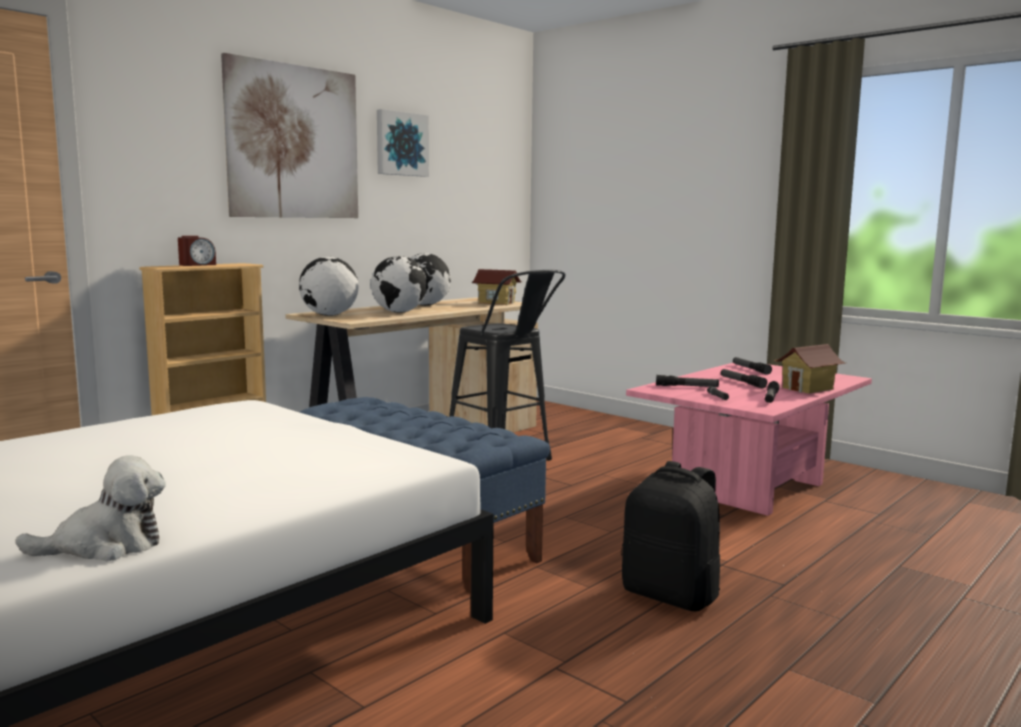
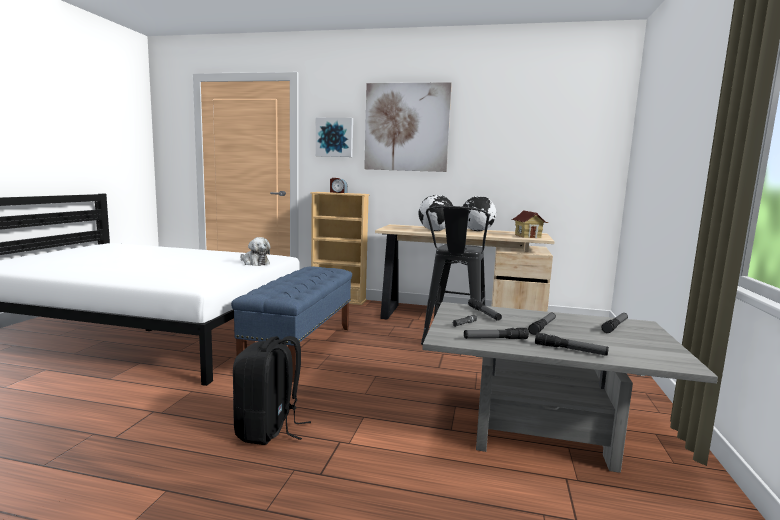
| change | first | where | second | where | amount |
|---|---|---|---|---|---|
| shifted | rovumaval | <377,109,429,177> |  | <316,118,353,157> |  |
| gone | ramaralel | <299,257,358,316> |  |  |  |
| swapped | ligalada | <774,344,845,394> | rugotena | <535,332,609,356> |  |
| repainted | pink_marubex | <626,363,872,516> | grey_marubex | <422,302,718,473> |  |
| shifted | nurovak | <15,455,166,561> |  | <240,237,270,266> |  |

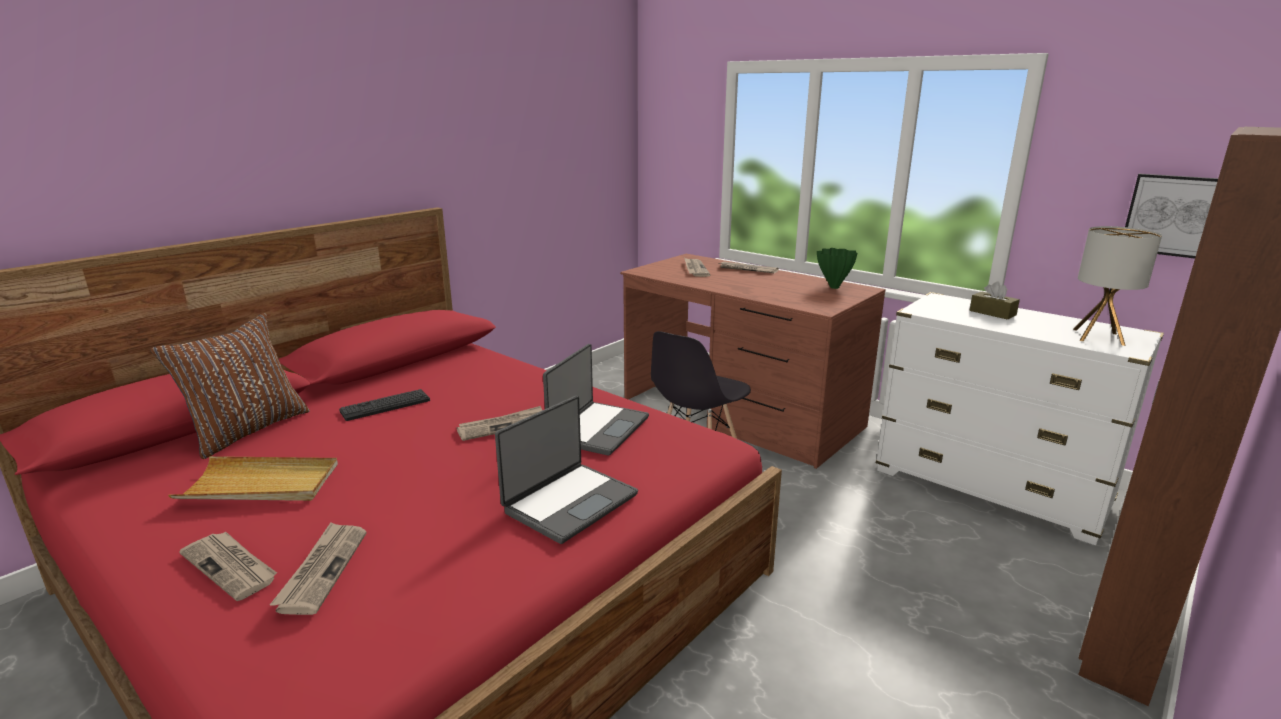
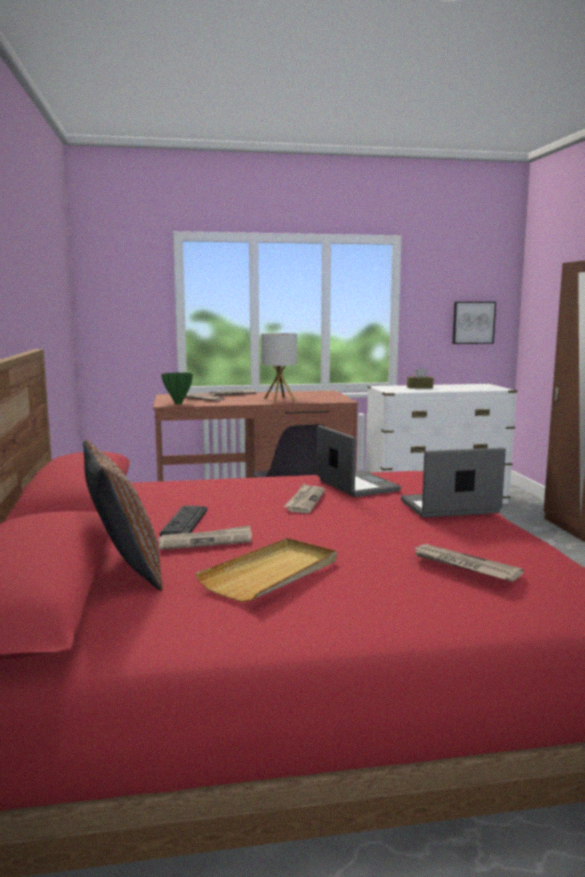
| change | first | where | second | where | amount |
|---|---|---|---|---|---|
| shifted | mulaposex | <1073,226,1162,346> |  | <261,333,297,402> |  |
| shifted | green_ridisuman | <817,248,857,289> |  | <161,372,193,404> |  |
| rotated | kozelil | <495,396,638,544> |  | <401,448,506,518> | 90 degrees counterclockwise |
| shifted | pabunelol | <179,532,277,601> |  | <158,525,252,550> |  |

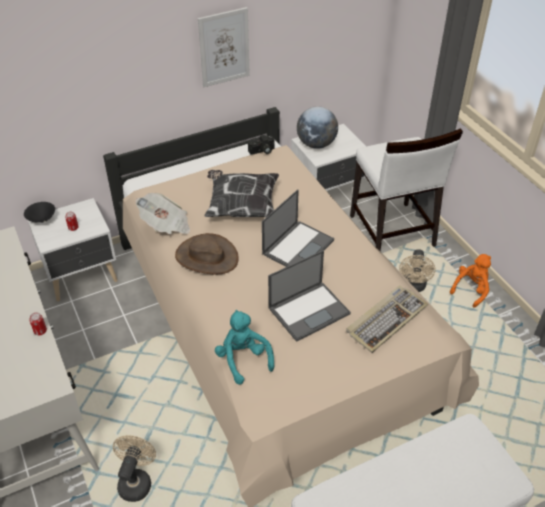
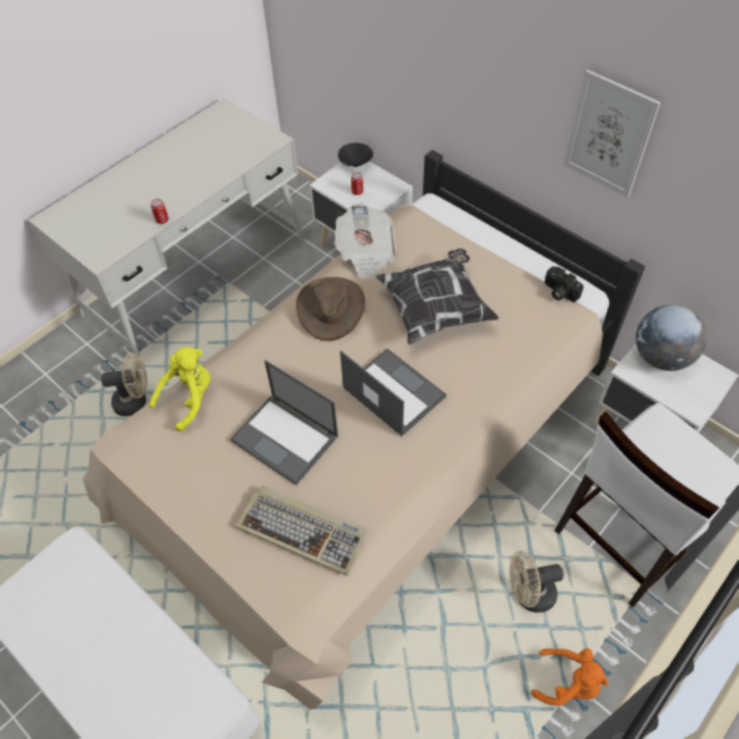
| change | first | where | second | where | amount |
|---|---|---|---|---|---|
| rotated | kozelil | <262,189,334,267> |  | <340,348,447,436> | 150 degrees counterclockwise |
| repainted | turquoise_nurovak | <215,310,274,385> | yellow_nurovak | <149,347,211,432> |  |

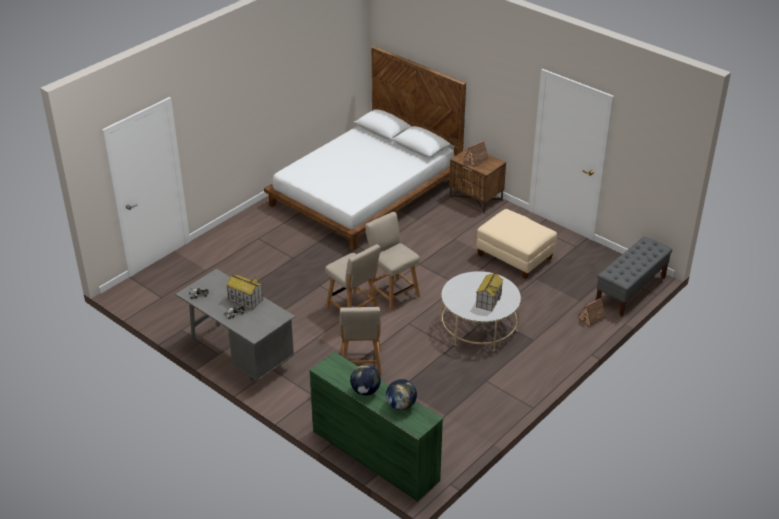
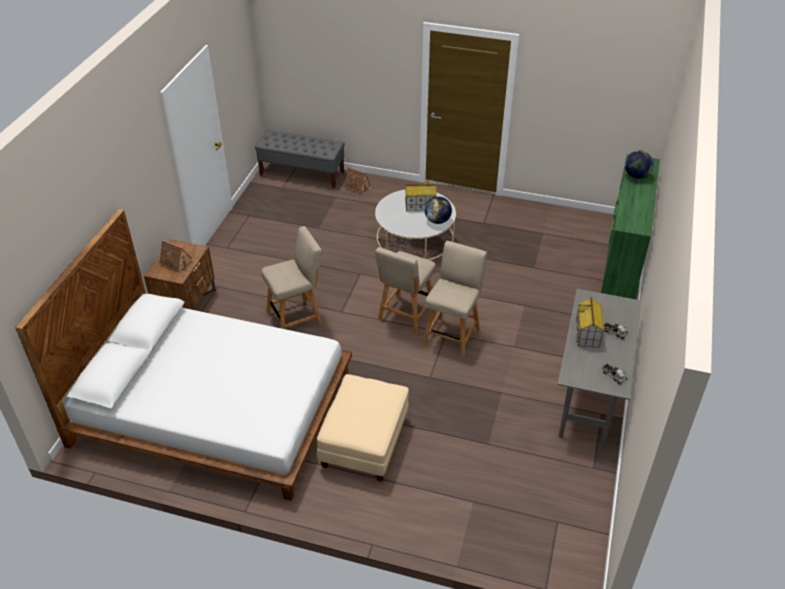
| change | first | where | second | where | amount |
|---|---|---|---|---|---|
| shifted | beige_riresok | <476,209,557,279> |  | <317,374,409,482> |  |
| shifted | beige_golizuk | <339,307,382,376> |  | <261,226,322,329> |  |
| shifted | ramaralel | <350,365,381,396> |  | <425,196,452,224> |  |

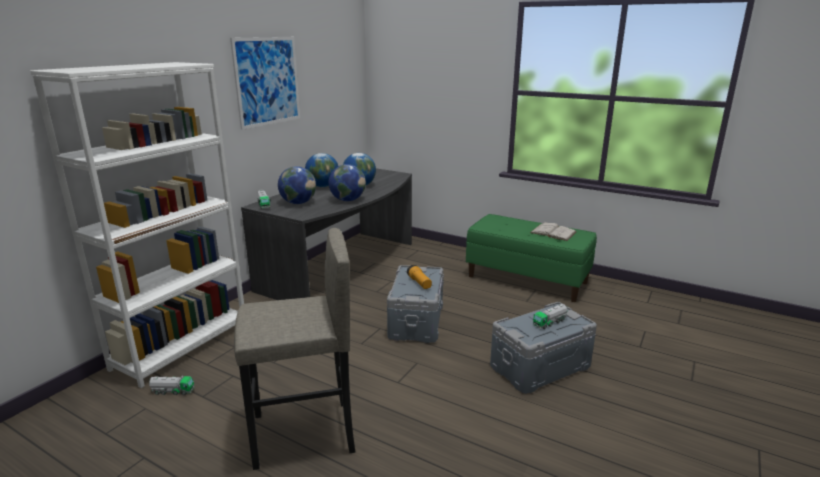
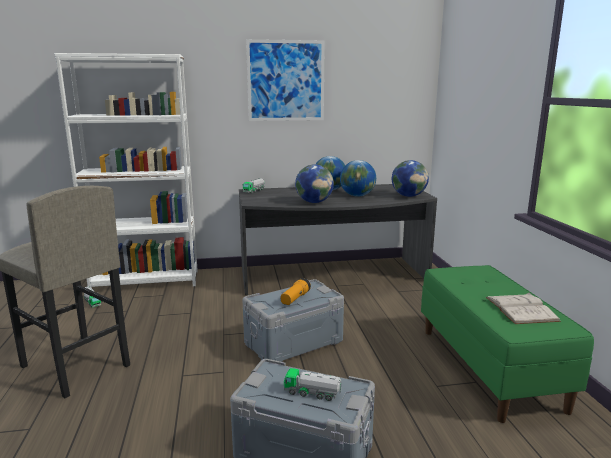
| change | first | where | second | where | amount |
|---|---|---|---|---|---|
| shifted | ramaralel | <278,166,316,204> |  | <392,160,429,197> |  |

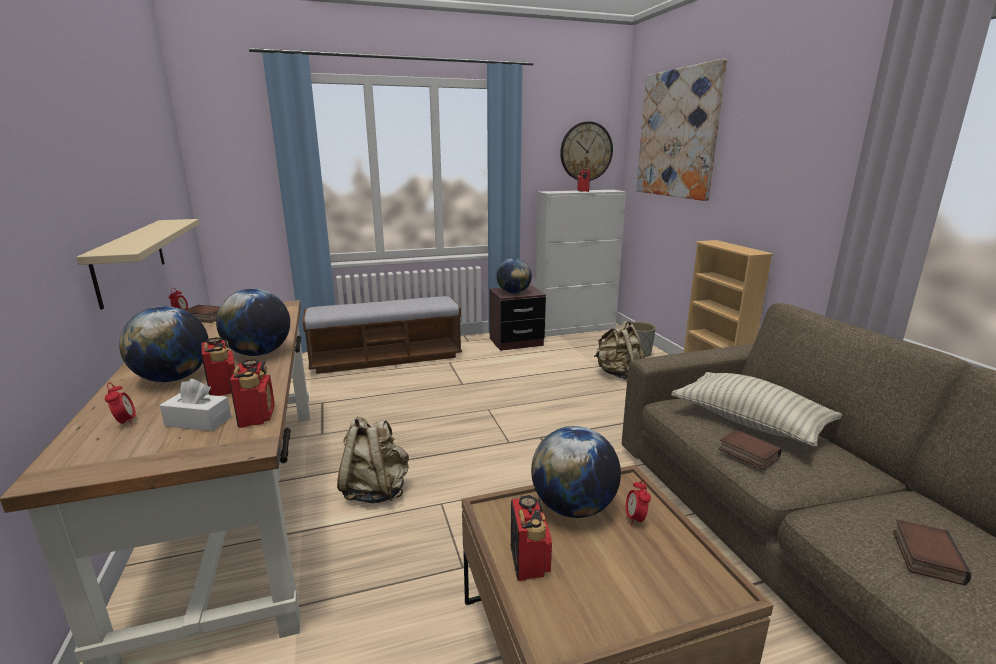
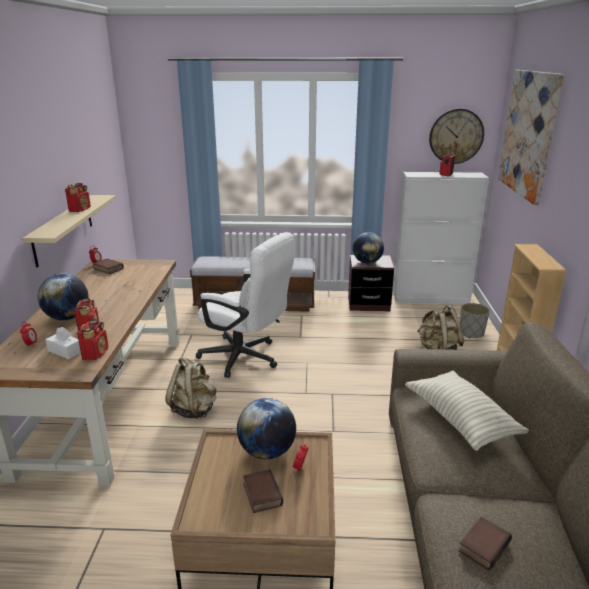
| change | first | where | second | where | amount |
|---|---|---|---|---|---|
| gone | ramaralel | <216,288,290,356> |  |  |  |
| shifted | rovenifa | <719,429,782,470> |  | <243,469,283,513> |  |
| shifted | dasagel | <510,495,552,581> |  | <65,183,91,212> |  |
| new |  |  | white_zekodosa | <196,232,295,378> |  |

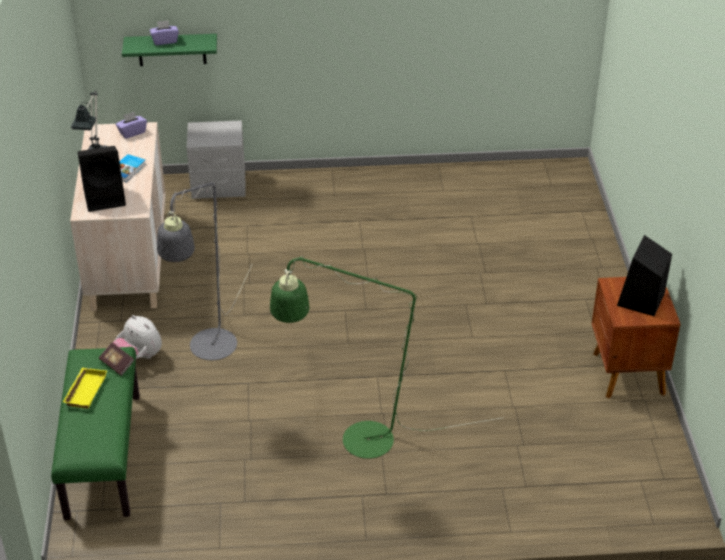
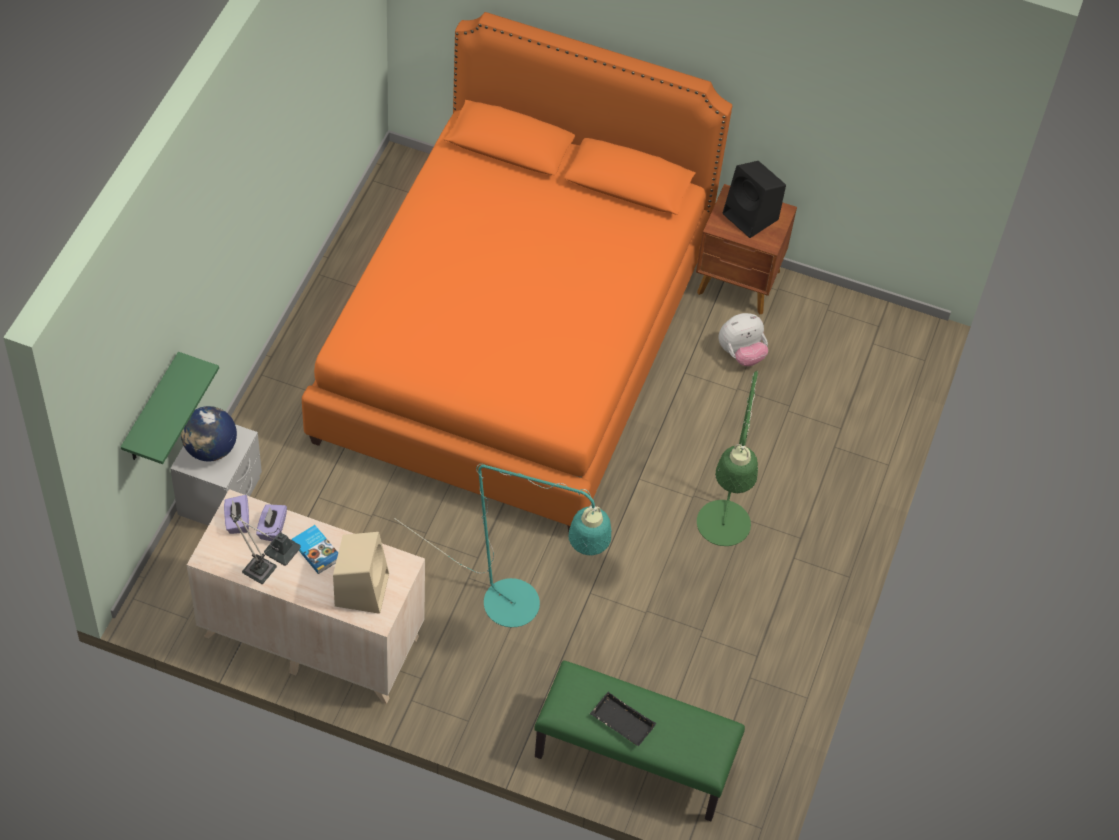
| change | first | where | second | where | amount |
|---|---|---|---|---|---|
| shifted | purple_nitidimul | <150,20,179,45> |  | <256,504,287,541> |  |
| repainted | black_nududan | <78,146,126,212> | beige_nududan | <333,532,389,614> |  |
| repainted | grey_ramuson | <157,182,252,360> | turquoise_ramuson | <394,464,611,627> |  |
| shifted | nurovak | <113,315,162,360> |  | <718,313,768,366> |  |
| gone | rovenifa | <99,342,134,376> |  |  |  |
| repainted | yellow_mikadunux | <63,368,107,409> | black_mikadunux | <590,692,656,746> |  |
| new |  |  | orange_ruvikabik | <302,12,732,532> |  |
| new |  |  | ramaralel | <181,406,237,462> |  |

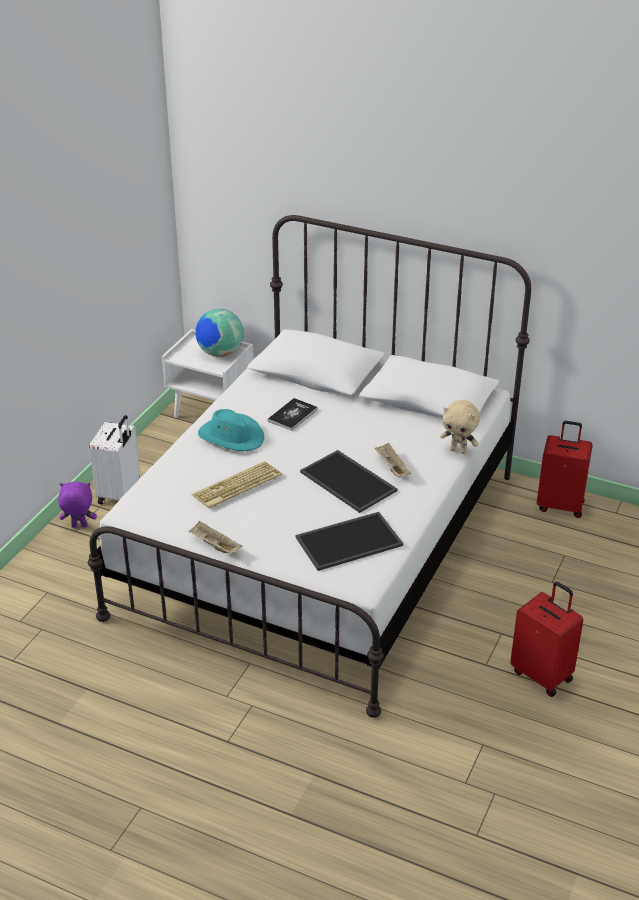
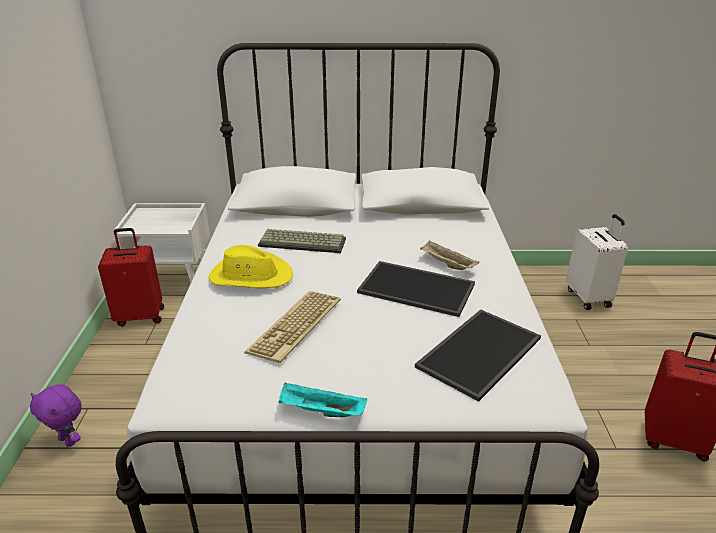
| change | first | where | second | where | amount |
|---|---|---|---|---|---|
| gone | ramaralel | <195,309,244,357> |  |  |  |
| swapped | rovenifa | <268,398,318,431> | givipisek | <258,229,346,253> |  |
| gone | beige_nurovak | <440,400,480,454> |  |  |  |
| repainted | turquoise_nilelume | <198,409,265,451> | yellow_nilelume | <208,245,293,288> |  |
| shifted | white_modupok | <89,415,140,504> |  | <566,214,628,310> |  |
| shifted | red_modupok | <537,421,593,518> |  | <98,228,164,326> |  |
| rotated | purple_nurovak | <58,482,97,528> |  | <30,384,82,447> | 120 degrees counterclockwise |
| repainted | beige_mikadunux | <189,521,242,554> | turquoise_mikadunux | <279,382,367,417> |  |

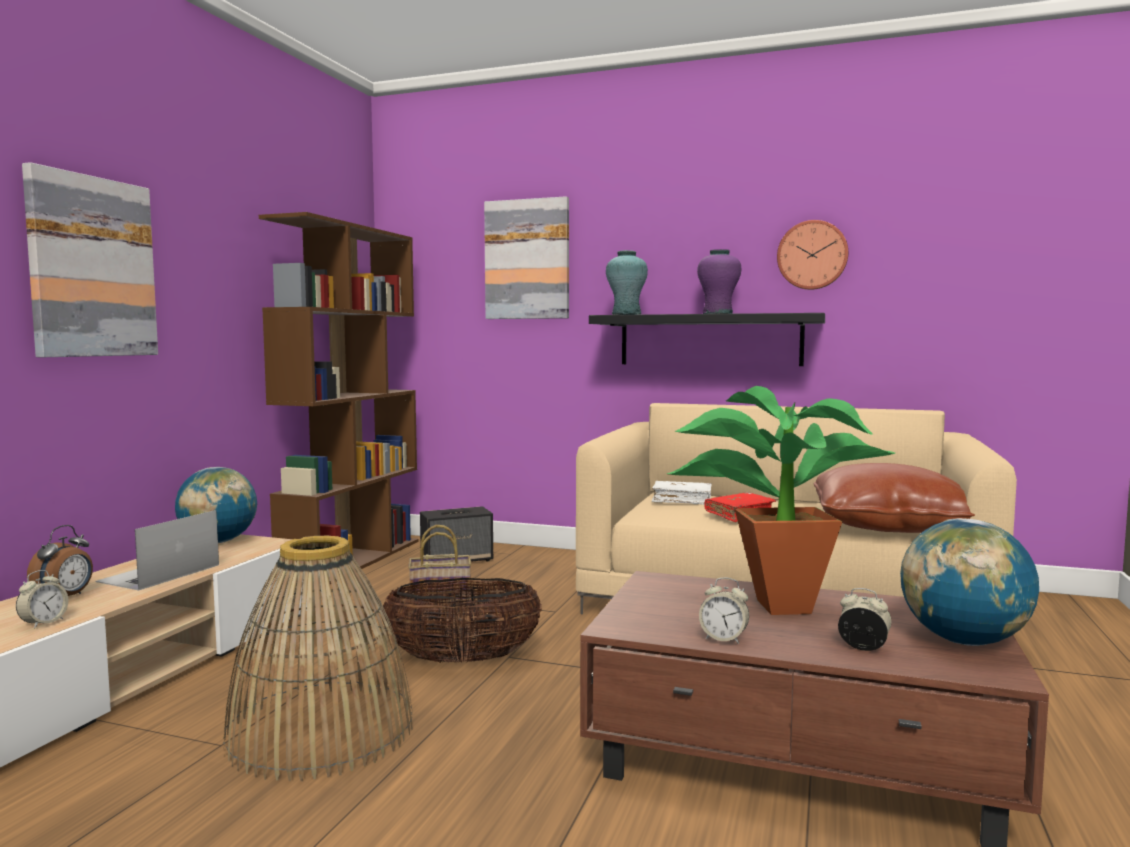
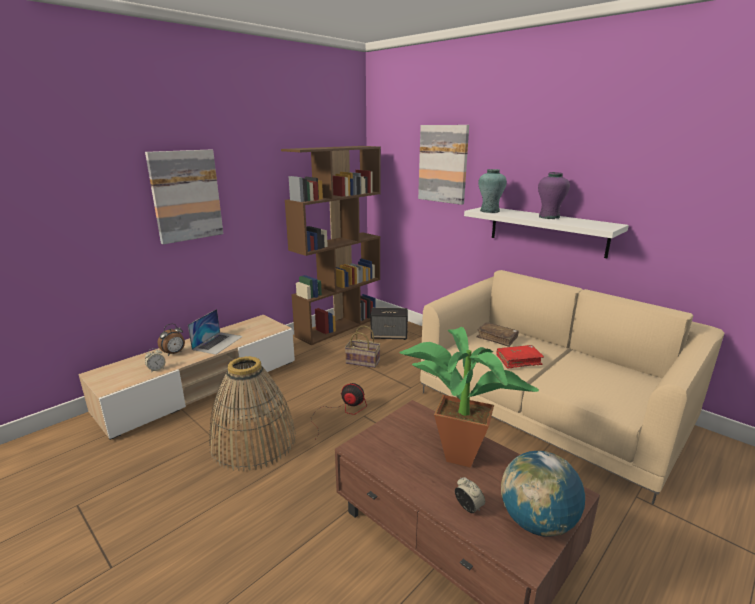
| change | first | where | second | where | amount |
|---|---|---|---|---|---|
| gone | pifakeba | <777,220,848,290> |  |  |  |
| repainted | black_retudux | <589,313,825,366> | white_retudux | <464,207,629,258> |  |
| gone | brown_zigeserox | <814,463,975,533> |  |  |  |
| gone | ramaralel | <175,467,257,543> |  |  |  |
| repainted | white_rovenifa | <652,481,712,505> | brown_rovenifa | <476,322,518,347> |  |
| rotated | kozelil | <95,510,219,591> |  | <188,309,243,355> | 150 degrees clockwise |
| gone | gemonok | <699,577,749,644> |  |  |  |
| swapped | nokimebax | <382,578,542,662> | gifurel | <311,383,367,438> |  |

